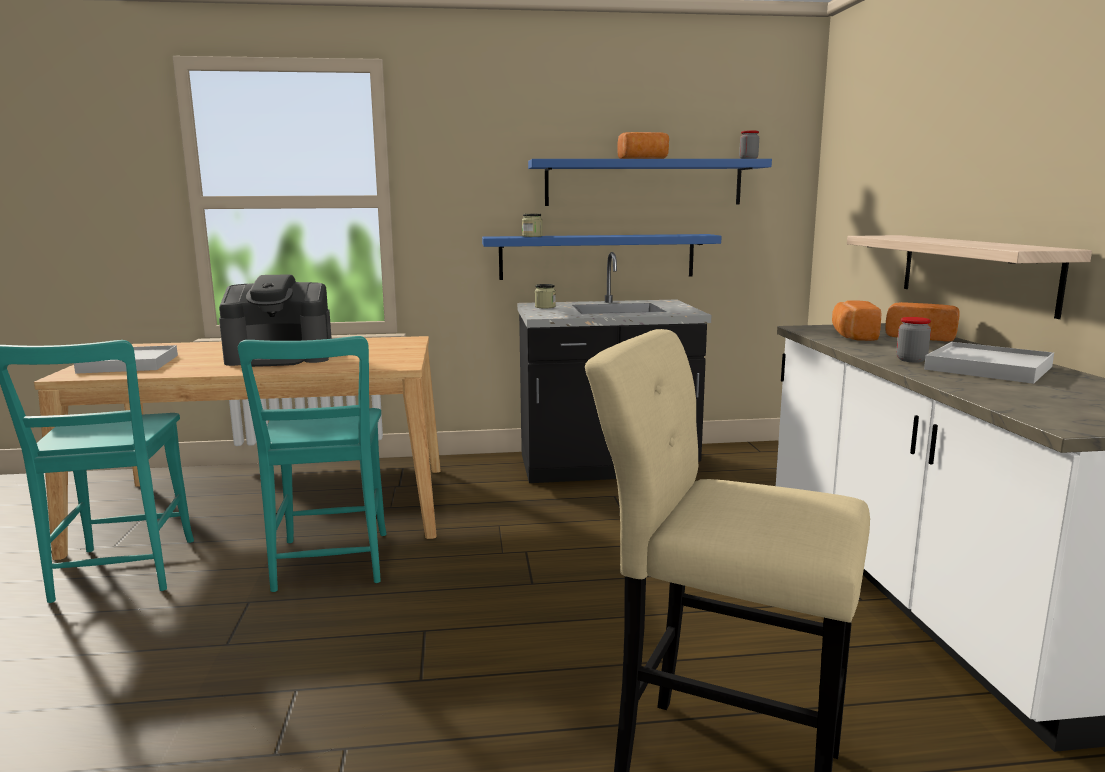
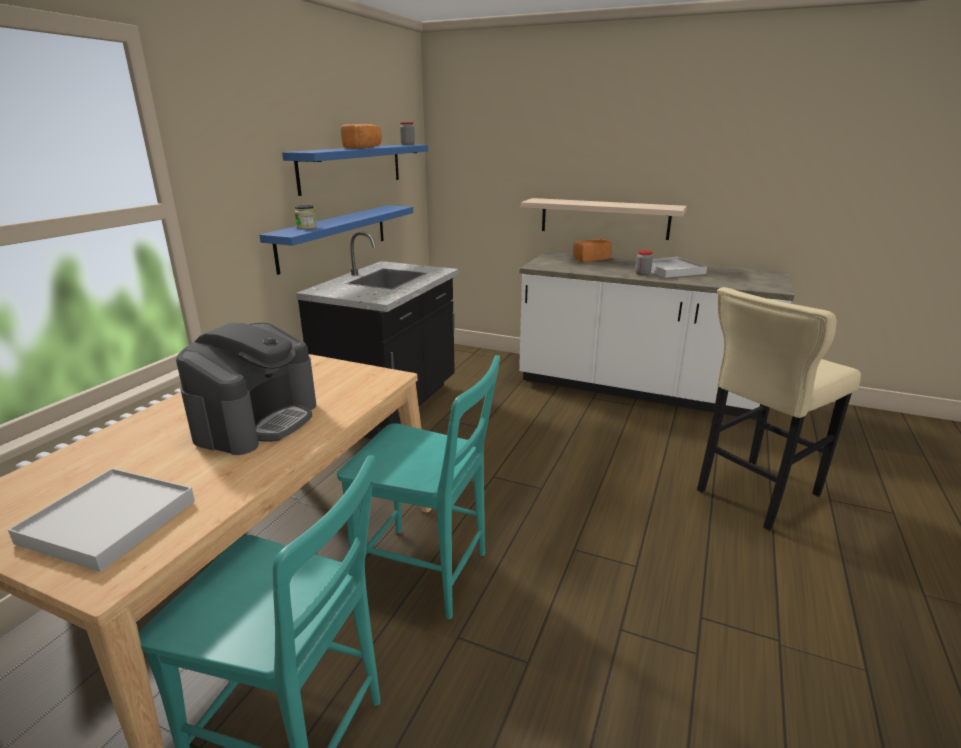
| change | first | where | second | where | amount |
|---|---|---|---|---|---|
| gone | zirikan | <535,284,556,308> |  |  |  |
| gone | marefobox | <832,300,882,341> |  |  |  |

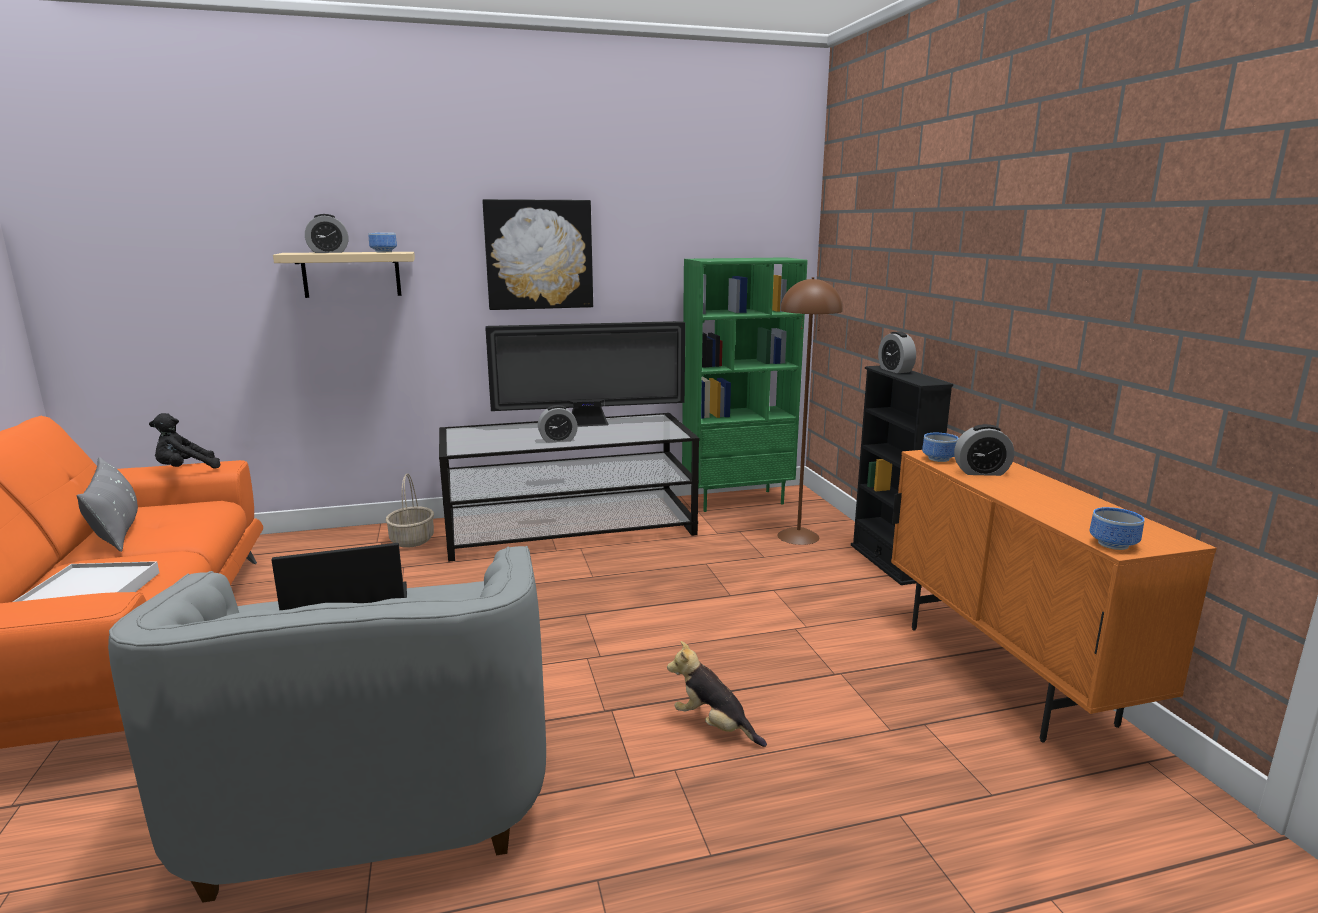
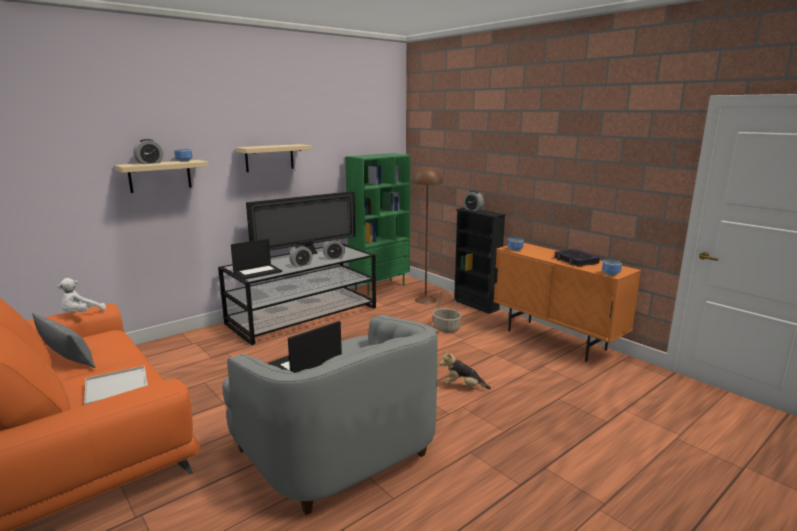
| change | first | where | second | where | amount |
|---|---|---|---|---|---|
| swapped | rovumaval | <482,199,593,310> | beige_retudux | <235,144,312,172> |  |
| repainted | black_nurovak | <149,413,220,469> | white_nurovak | <57,278,106,312> |  |
| shifted | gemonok | <954,424,1014,476> |  | <323,239,345,260> |  |
| shifted | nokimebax | <385,473,434,548> |  | <432,289,462,333> |  |
| new |  |  | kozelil | <231,239,282,280> |  |
| new |  |  | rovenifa | <554,249,600,267> |  |

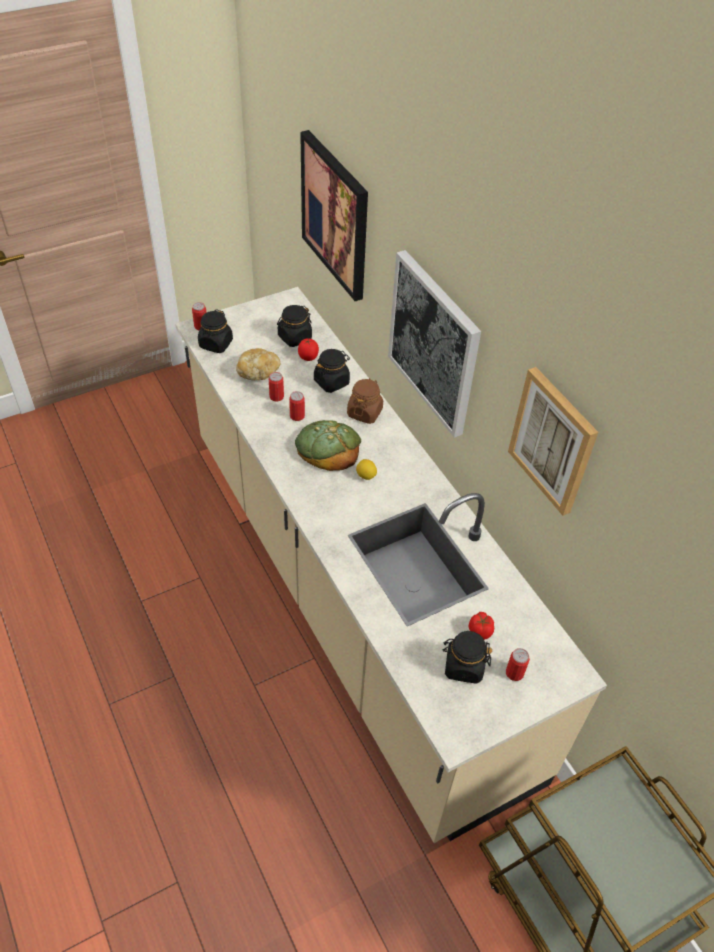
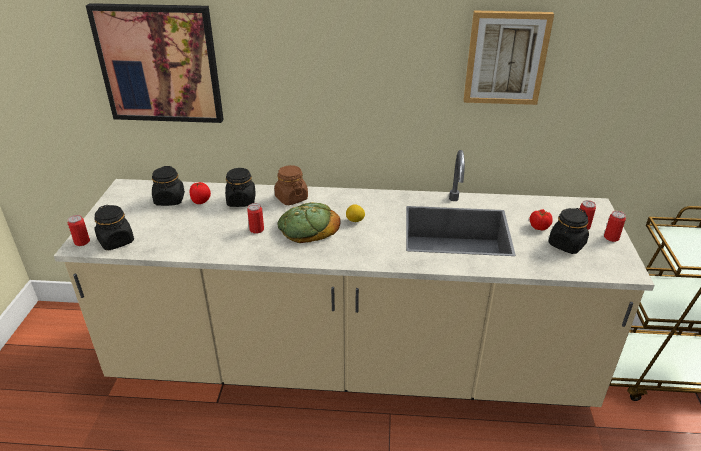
| change | first | where | second | where | amount |
|---|---|---|---|---|---|
| gone | rovumaval | <388,250,481,438> |  |  |  |
| gone | marefobox | <236,348,280,380> |  |  |  |
| shifted | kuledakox | <269,372,284,401> |  | <604,211,626,242> |  |

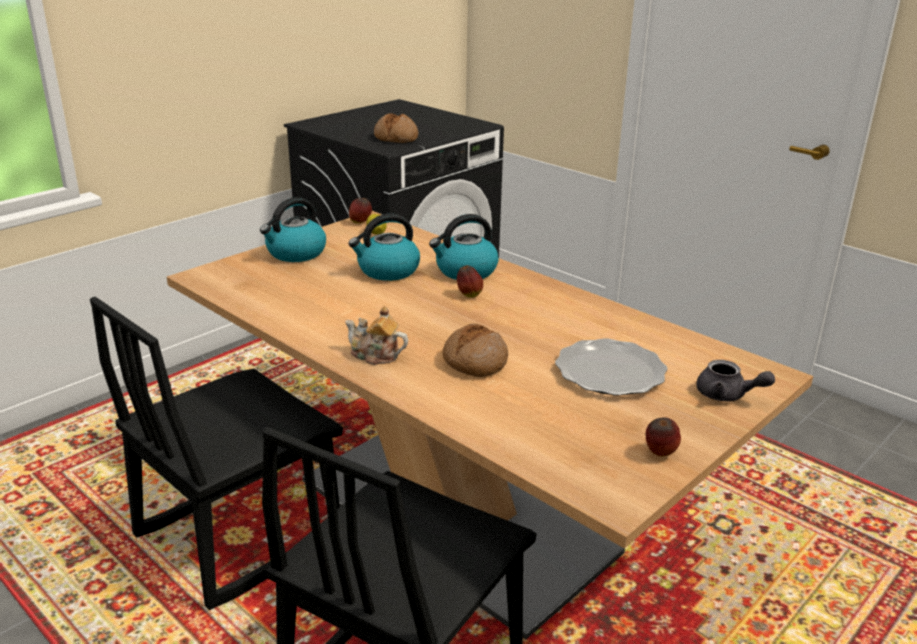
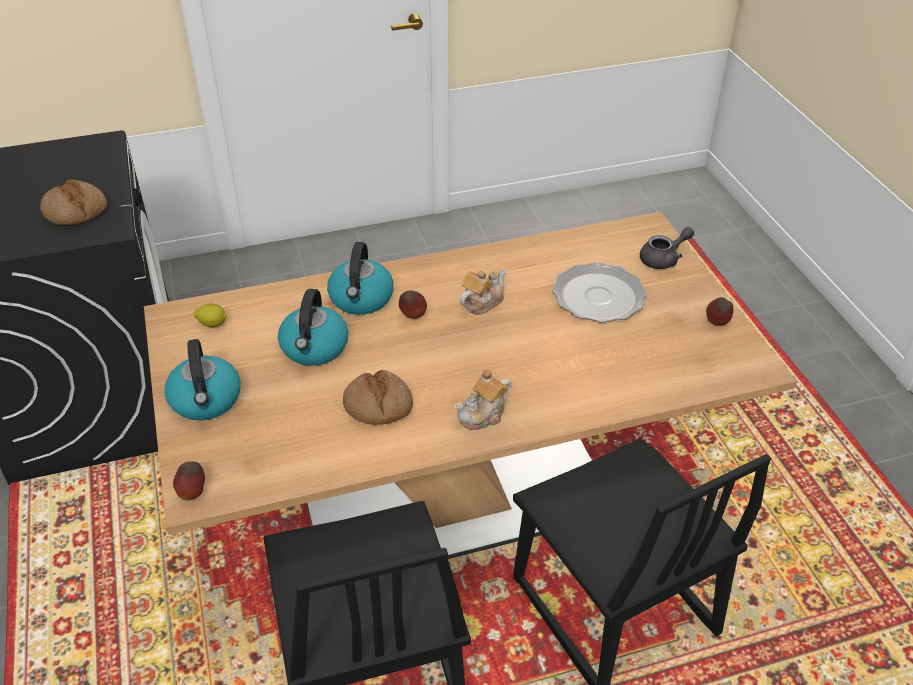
| change | first | where | second | where | amount |
|---|---|---|---|---|---|
| shifted | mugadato | <349,198,372,223> |  | <173,461,205,501> |  |
| shifted | marefobox | <442,324,508,377> |  | <343,370,413,425> |  |
| new |  |  | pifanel | <460,269,506,315> |  |

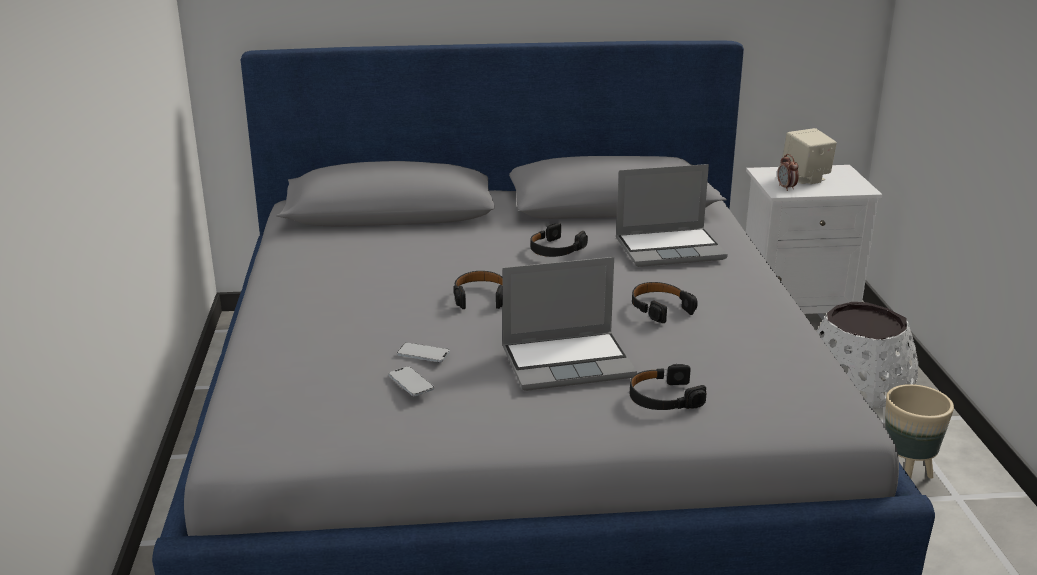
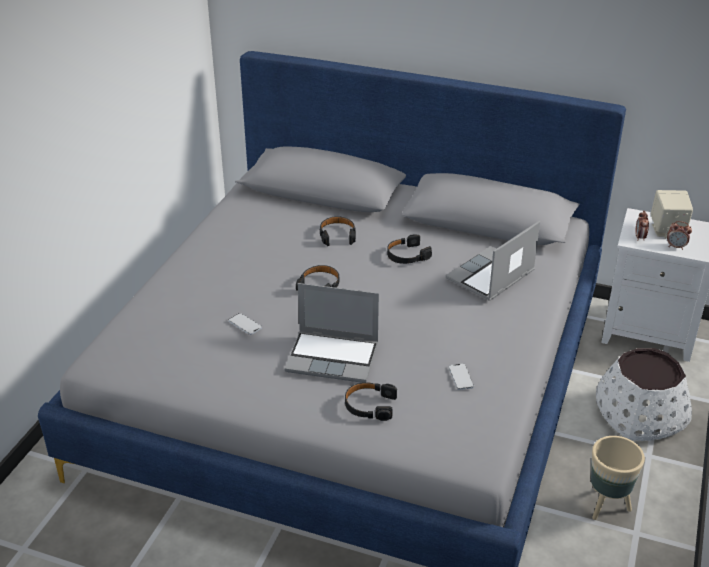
| change | first | where | second | where | amount |
|---|---|---|---|---|---|
| rotated | kozelil | <616,164,728,267> |  | <446,221,540,301> | 120 degrees clockwise |
| shifted | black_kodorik | <632,282,698,323> |  | <320,216,356,246> |  |
| shifted | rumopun | <388,366,434,396> |  | <449,363,474,390> |  |
| new |  |  | gemonok | <667,221,692,250> |  |

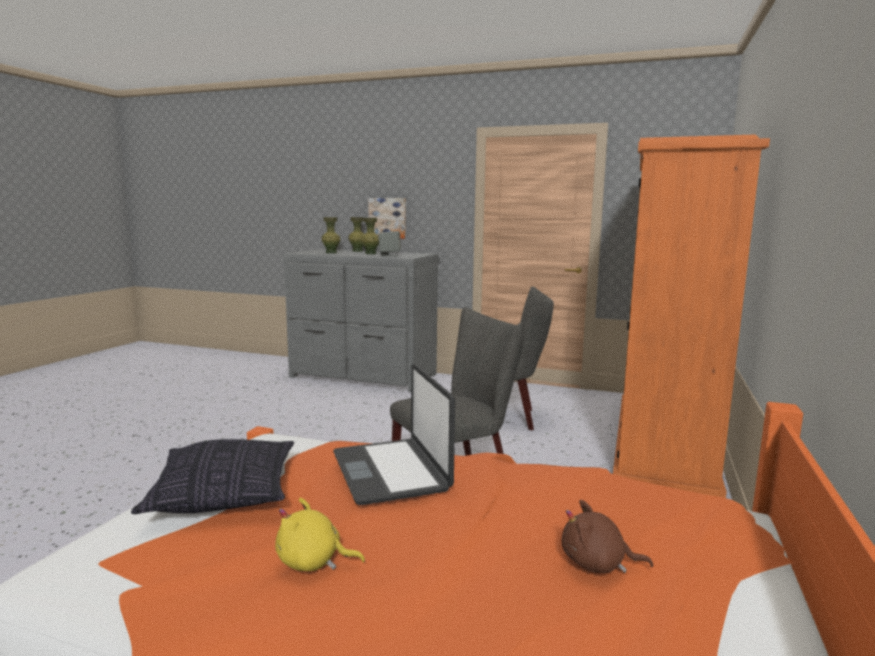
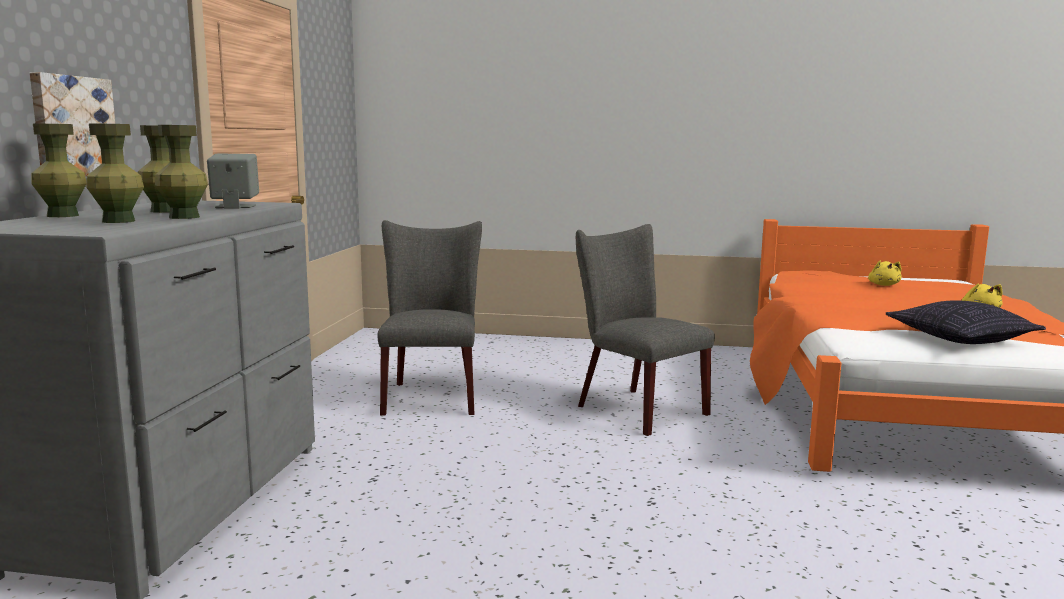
| change | first | where | second | where | amount |
|---|---|---|---|---|---|
| gone | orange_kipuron | <613,135,770,498> |  |  |  |
| gone | kozelil | <333,364,455,505> |  |  |  |
| repainted | brown_nurovak | <562,500,653,573> | yellow_nurovak | <868,261,902,286> |  |
| new |  |  | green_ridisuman | <155,125,208,219> |  |

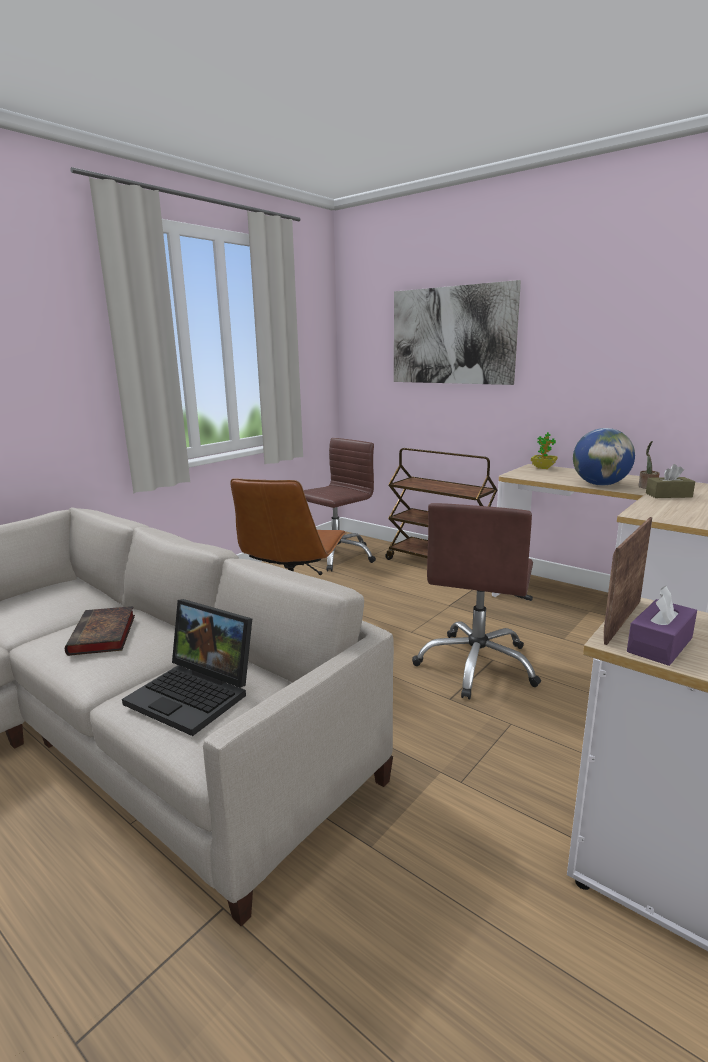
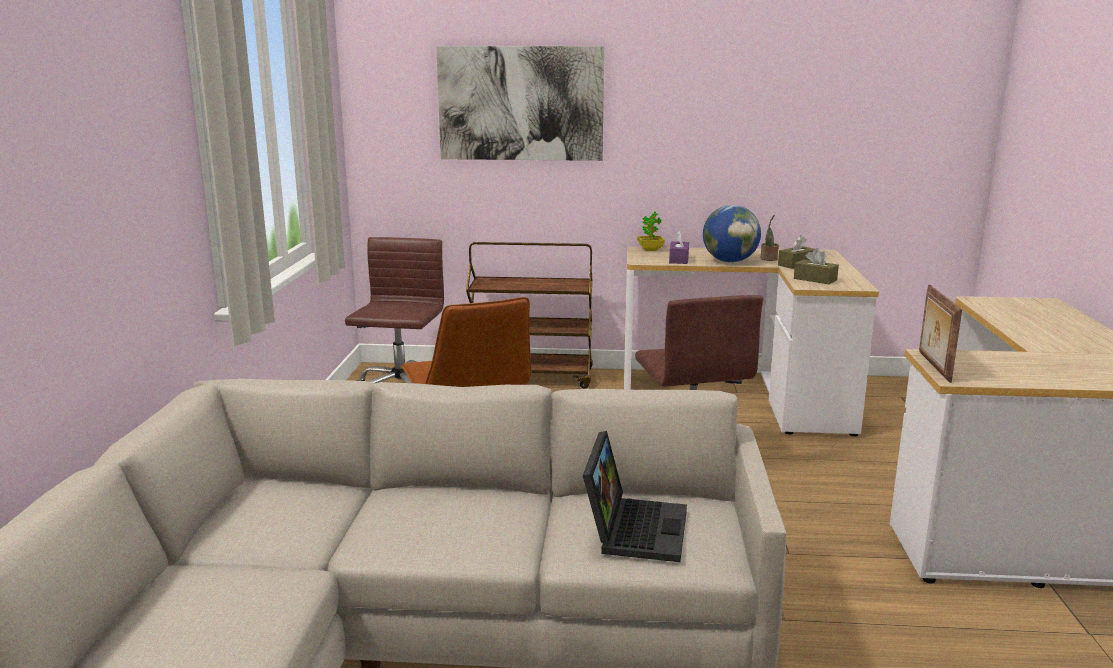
| change | first | where | second | where | amount |
|---|---|---|---|---|---|
| shifted | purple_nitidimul | <627,586,697,666> |  | <669,231,689,264> |  |
| rotated | kozelil | <122,599,252,736> |  | <583,431,687,562> | 75 degrees counterclockwise |
| gone | rovenifa | <65,606,135,656> |  |  |  |
| new |  |  | brown_nitidimul | <794,248,839,284> |  |

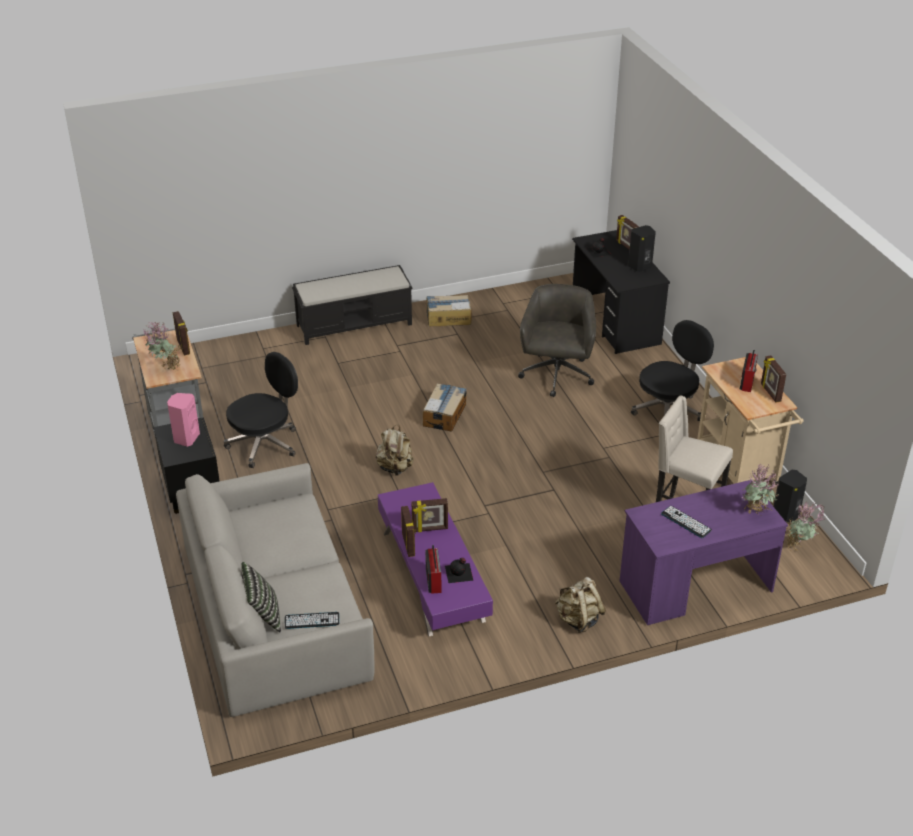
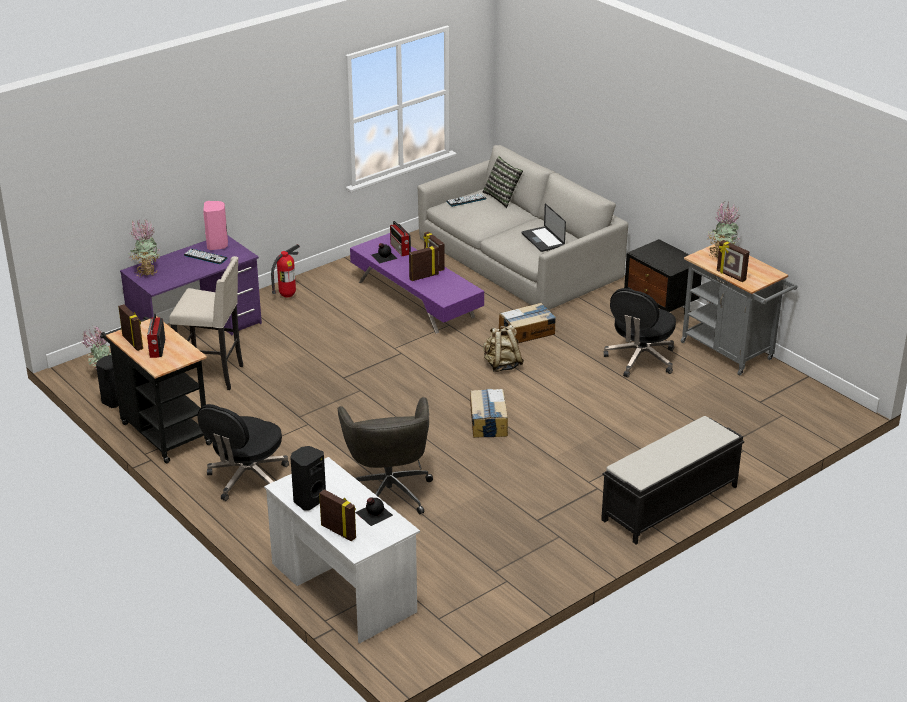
| change | first | where | second | where | amount |
|---|---|---|---|---|---|
| repainted | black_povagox | <572,230,670,354> | white_povagox | <264,457,420,644> |  |
| shifted | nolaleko | <427,295,471,327> |  | <499,303,556,343> |  |
| repainted | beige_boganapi | <697,357,804,486> | black_boganapi | <100,316,212,463> |  |
| shifted | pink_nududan | <167,393,200,447> |  | <203,201,228,250> |  |
| swapped | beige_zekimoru | <555,577,606,633> | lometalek | <271,244,300,298> |  |
| new |  |  | kozelil | <522,203,566,252> |  |

